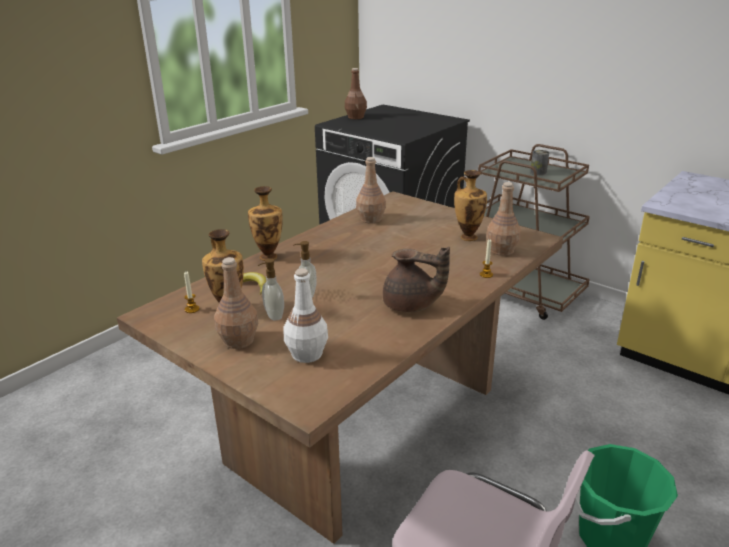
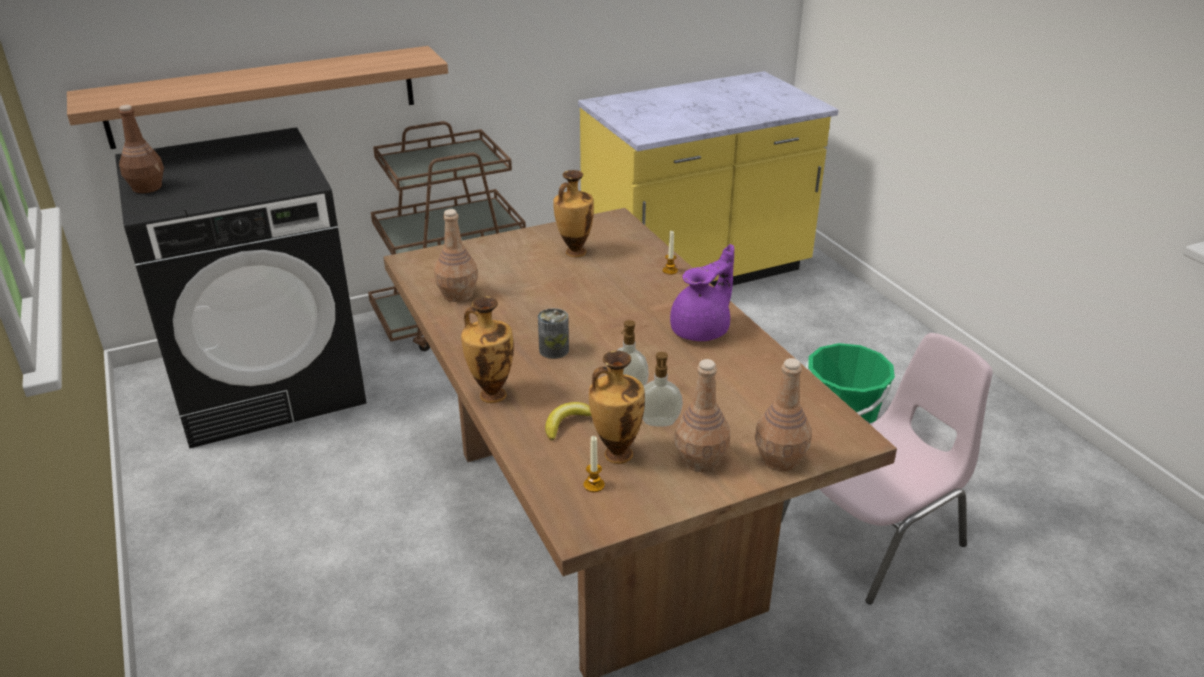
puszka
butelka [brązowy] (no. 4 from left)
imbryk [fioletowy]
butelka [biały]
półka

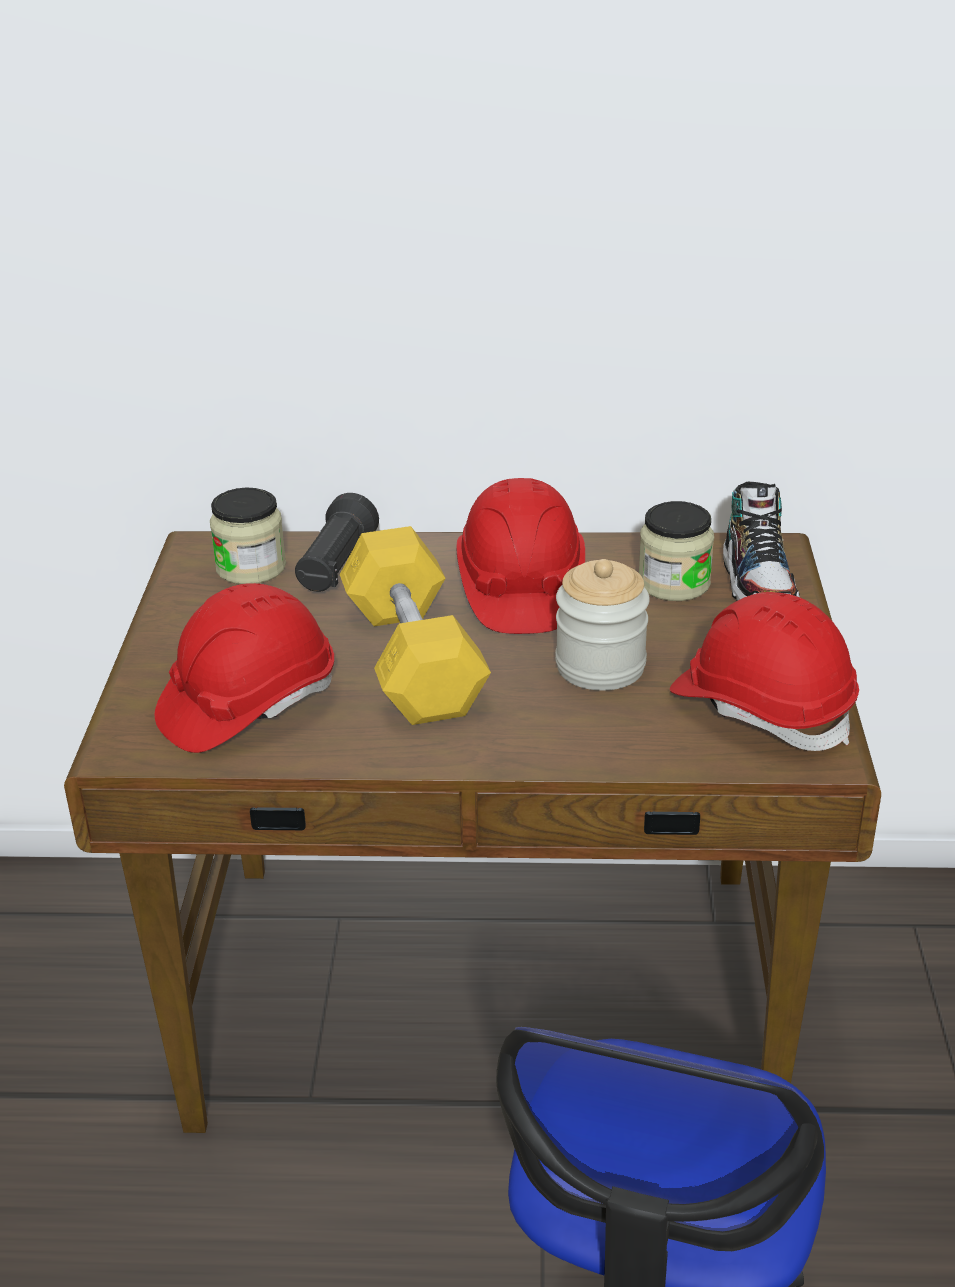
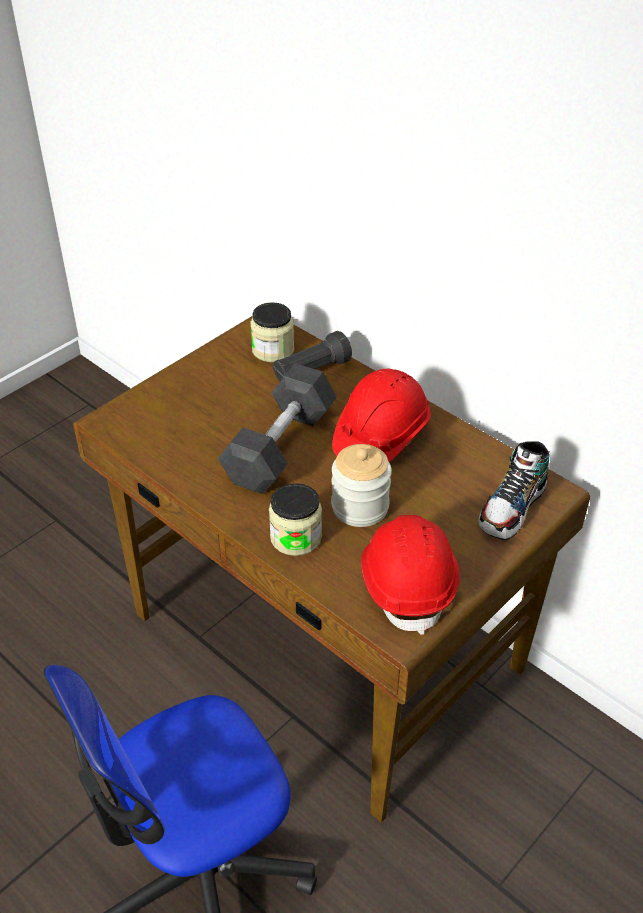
słoik (no. 2 from left)
hantel [szary]
kask [czerwony] (no. 1 from left in the first image)

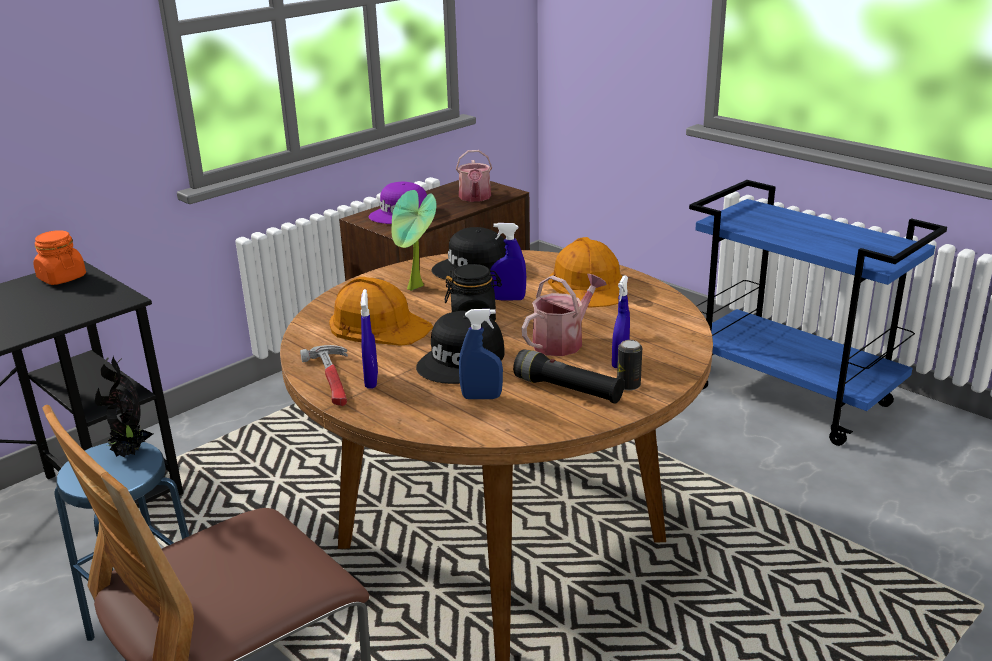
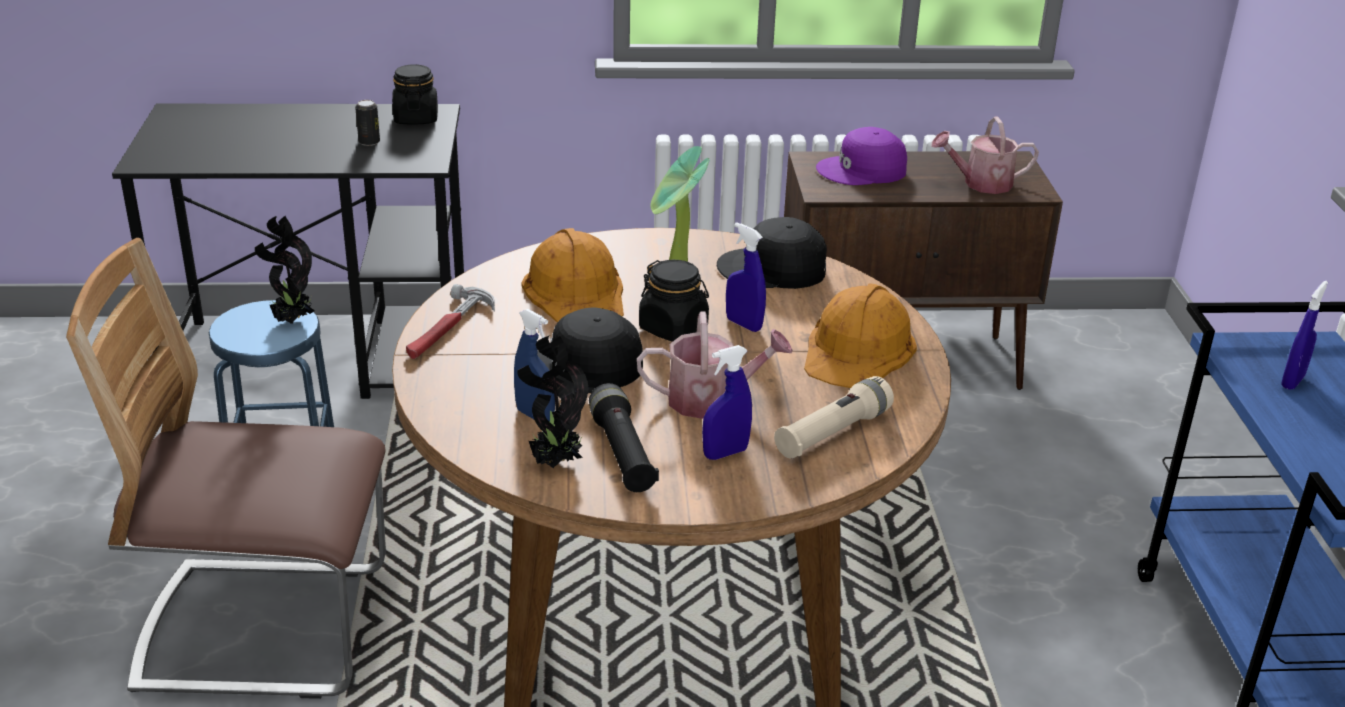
konewka (no. 2 from left)
słoik [czarny] (no. 1 from left)
spryskiwacz [niebieski] (no. 4 from left)
puszka
roślina doniczkowa (no. 2 from left)
latarka [beżowy]

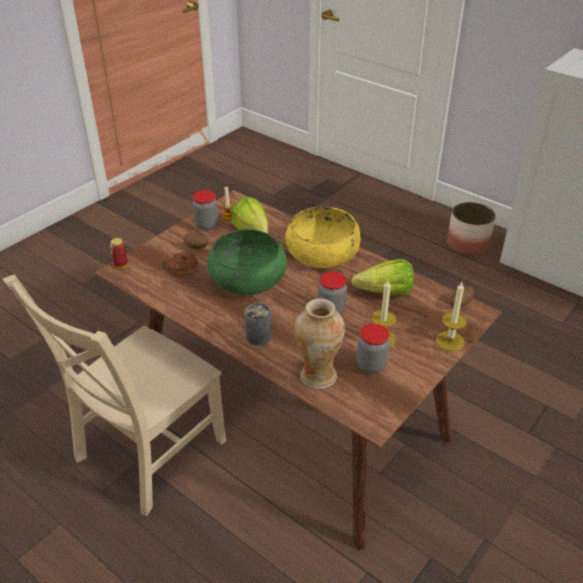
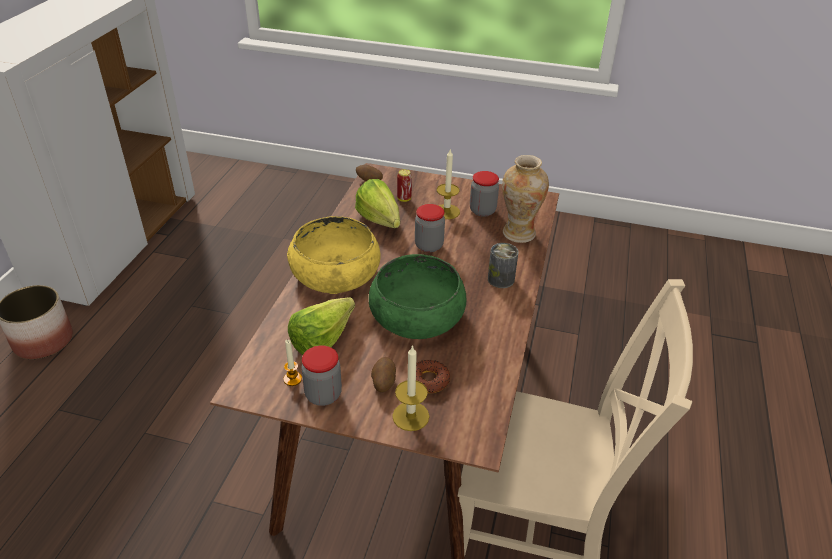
puszka (no. 1 from left)
świeca (no. 2 from left)

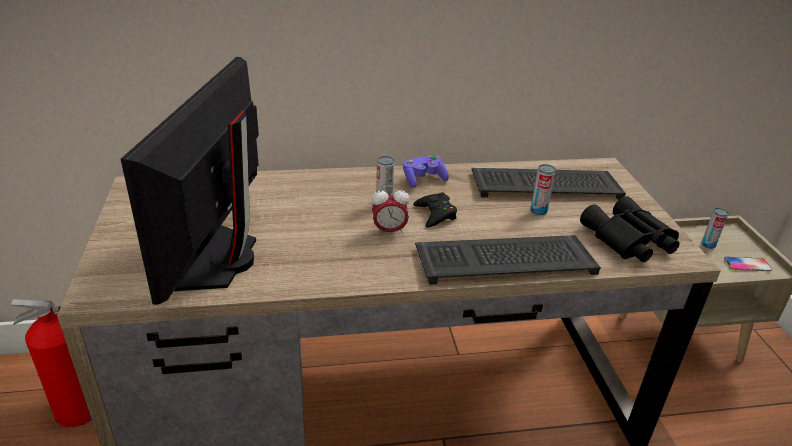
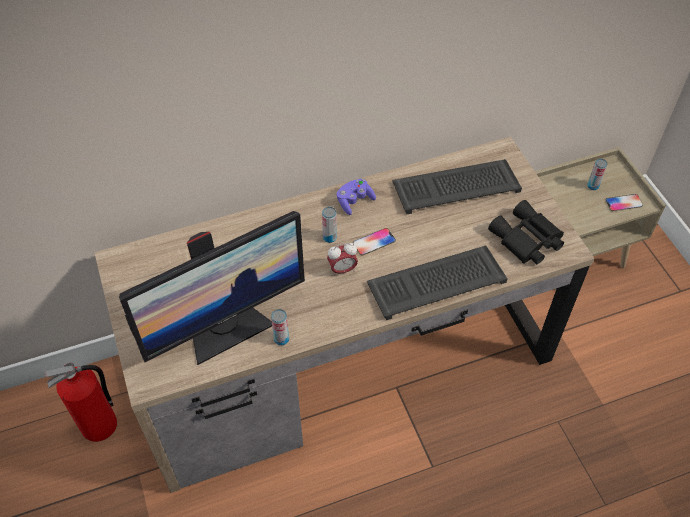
monitor
puszka (no. 1 from left)
telefon (no. 1 from left)

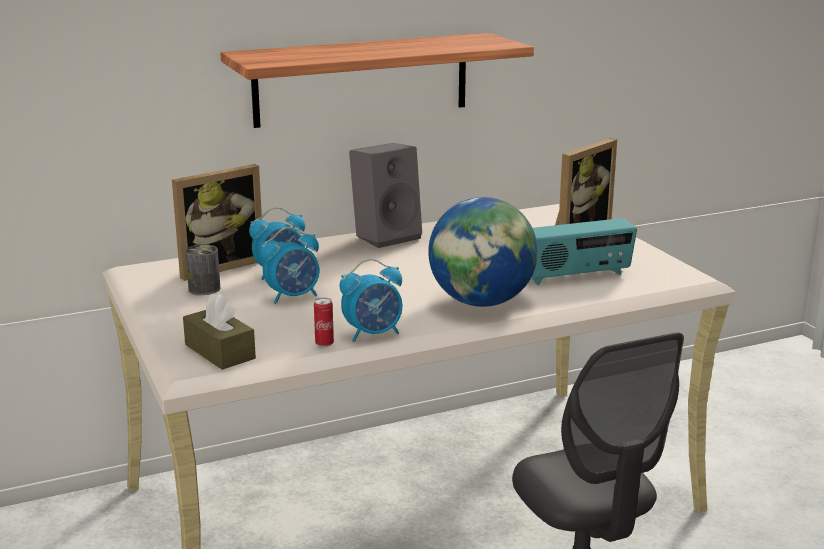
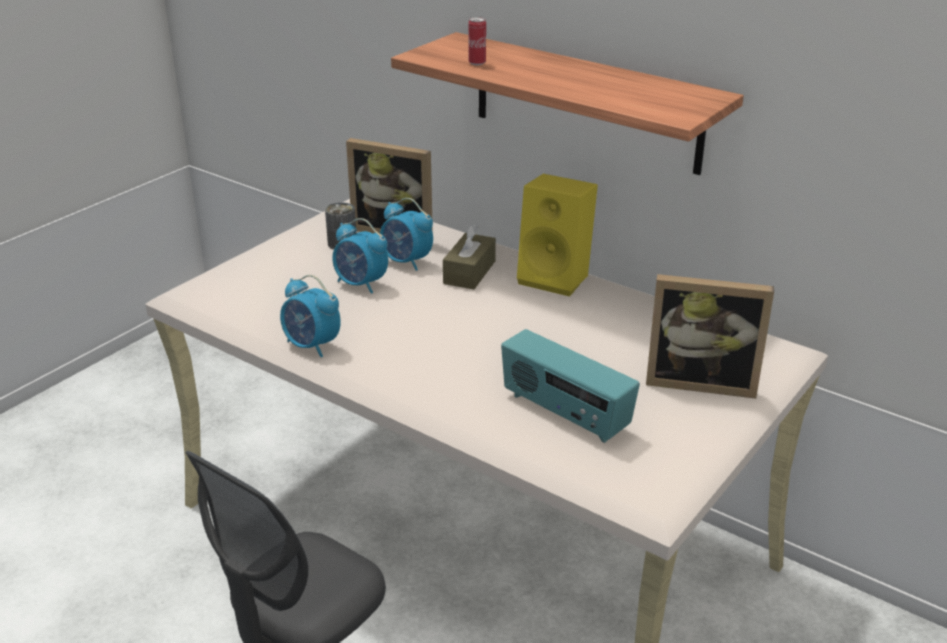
głośnik [żółty]
globus
pudełko chusteczek [brązowy]
puszka (no. 2 from left)

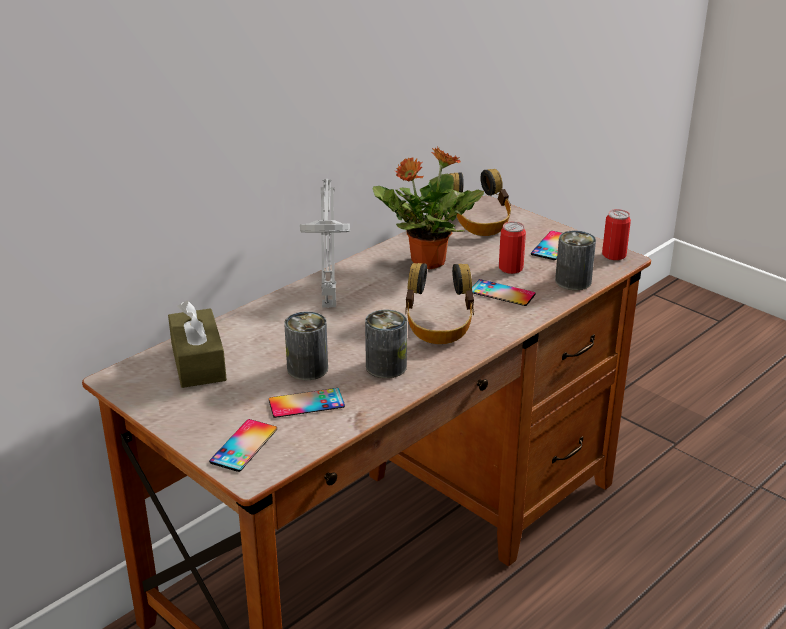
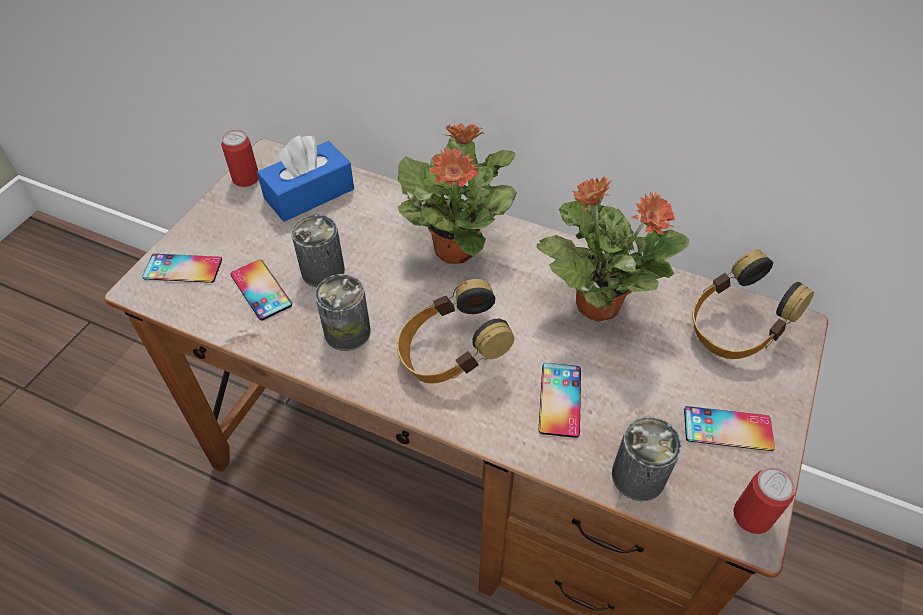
roślina doniczkowa (no. 1 from left)
puszka (no. 1 from left)
pudełko chusteczek [niebieski]

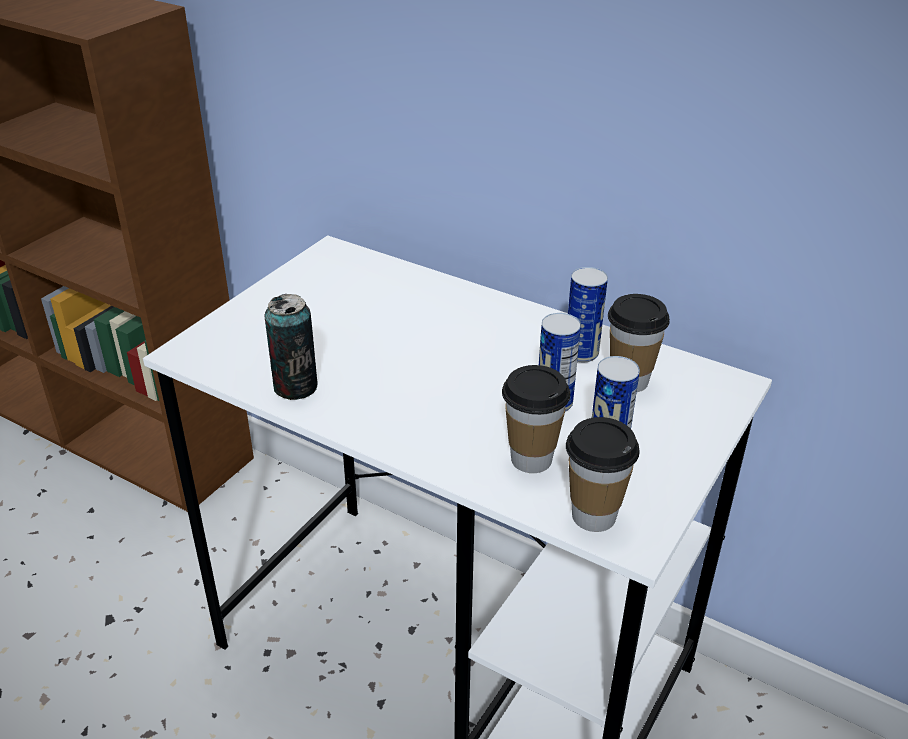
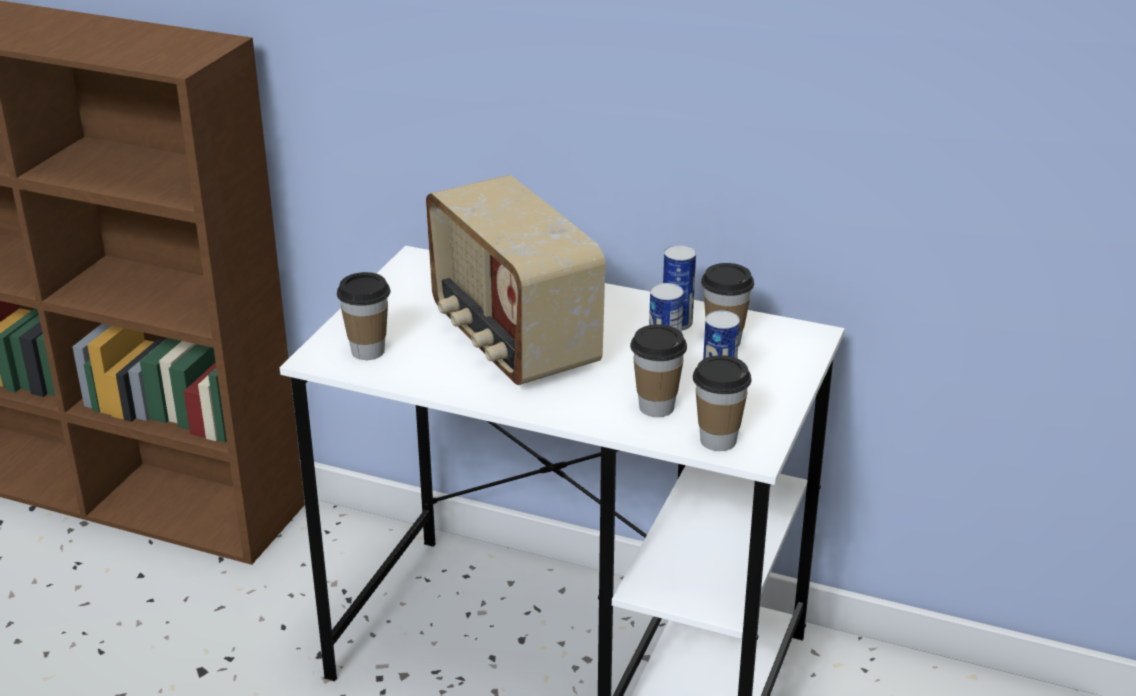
puszka (no. 1 from left in the first image)
radio
filiżanka (no. 1 from left)

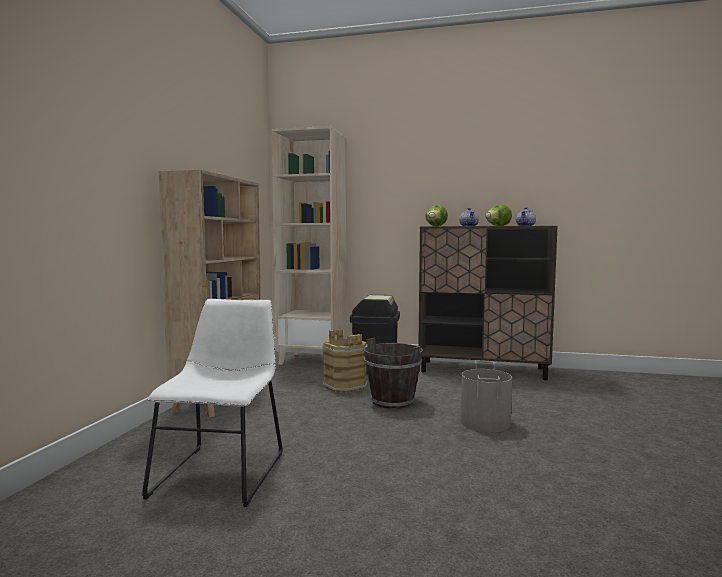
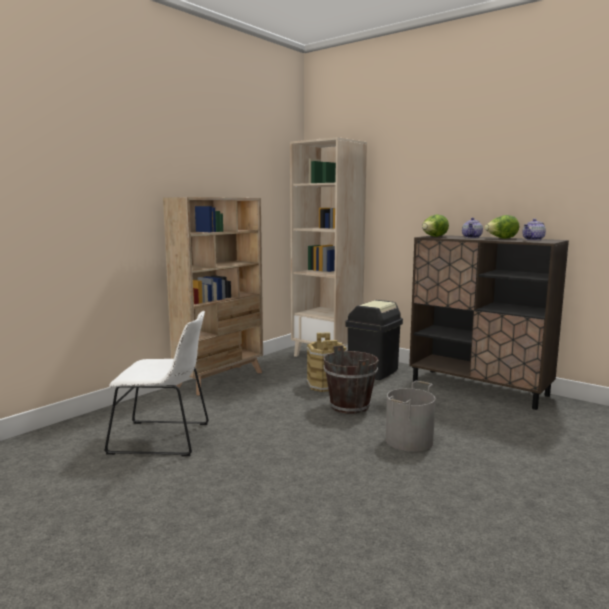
krzesło [biały]

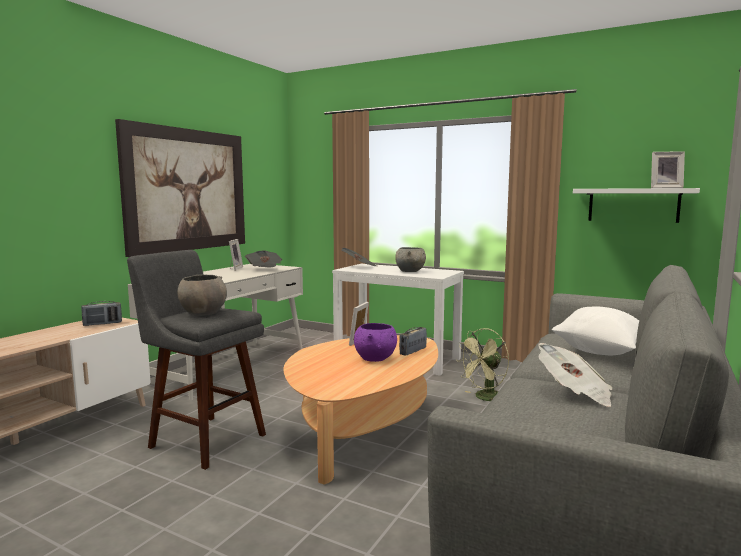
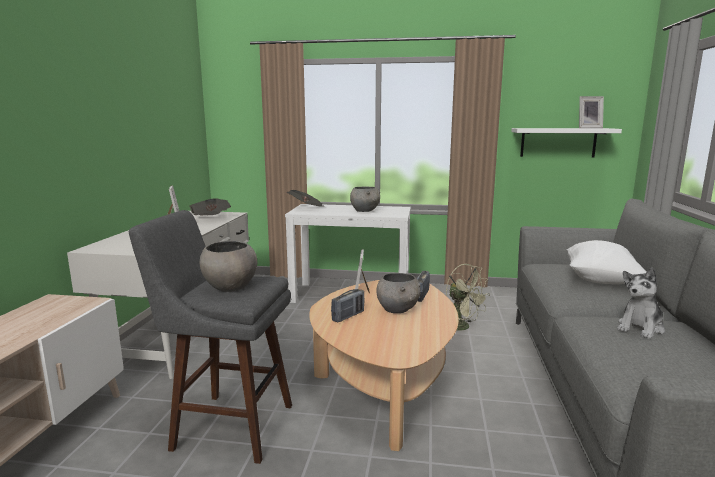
obraz
radio (no. 1 from left)
miska [szary] (no. 3 from left)
wentylator [zielony]
pluszak

